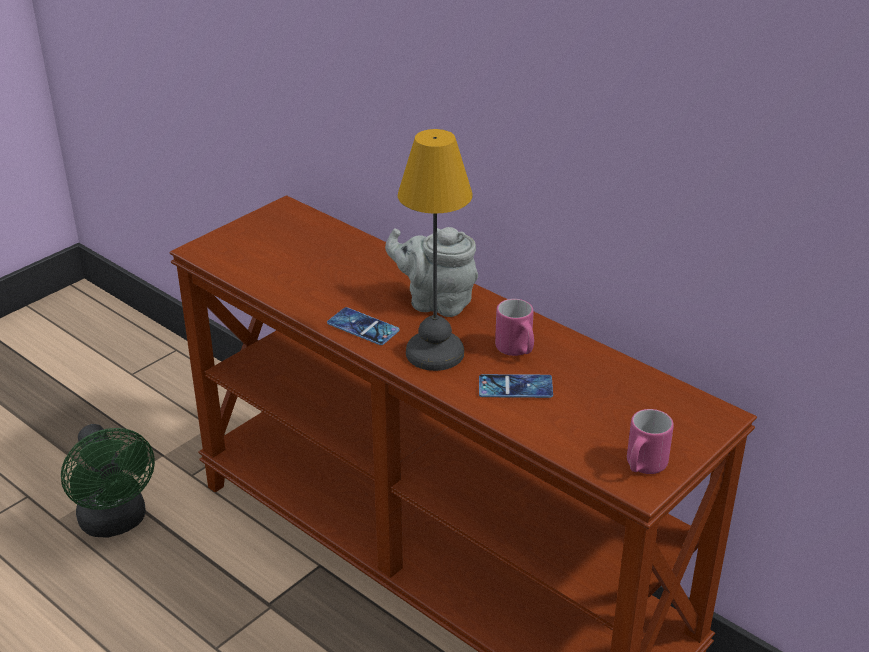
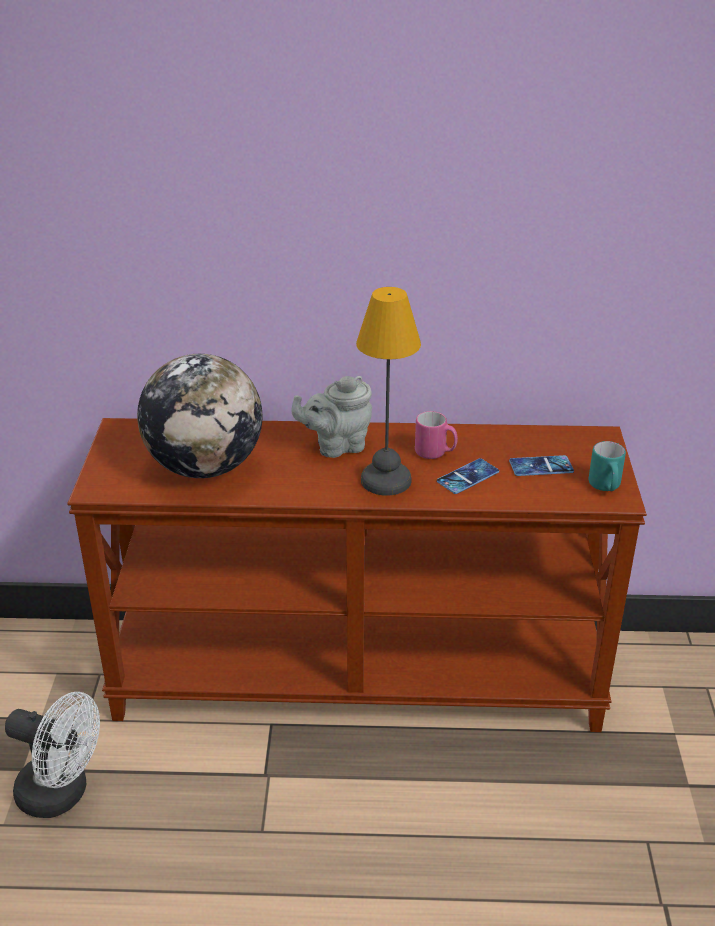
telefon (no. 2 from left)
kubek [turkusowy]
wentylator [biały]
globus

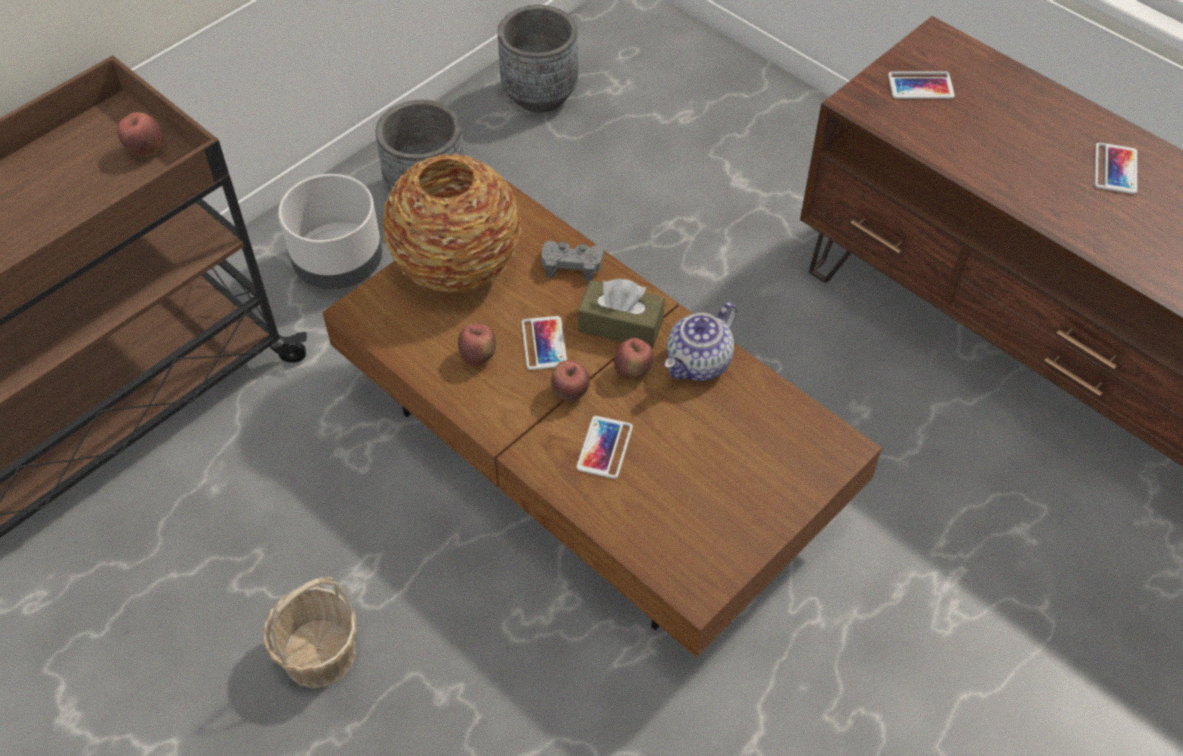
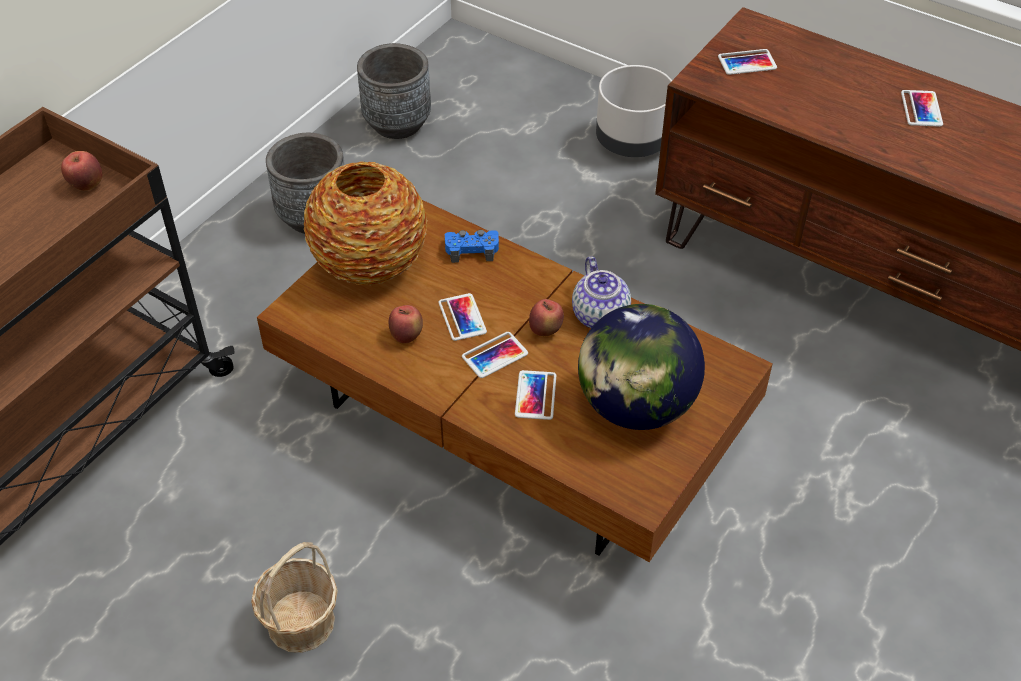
donica [szary] (no. 3 from left)
pad do gier [niebieski]
pudełko chusteczek [brązowy]
imbryk
telefon (no. 2 from left)
globus

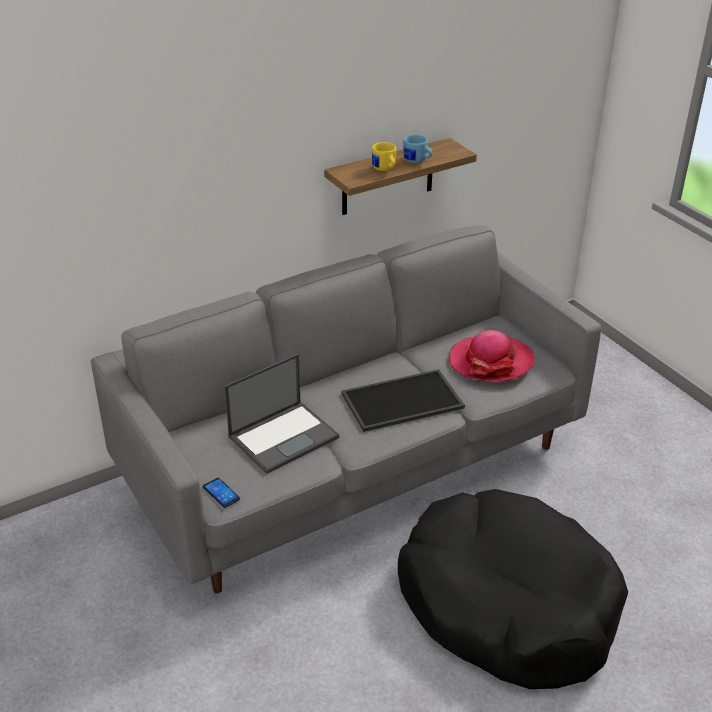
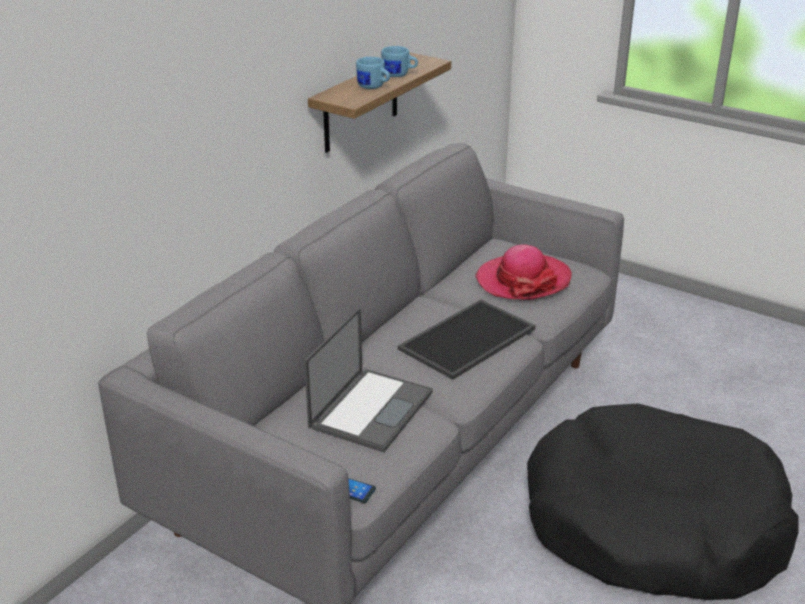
kubek [niebieski] (no. 1 from left)

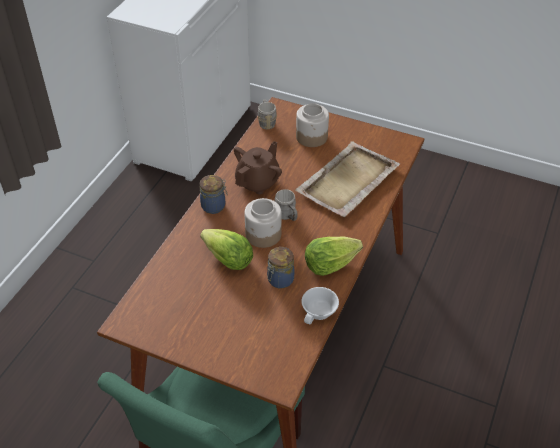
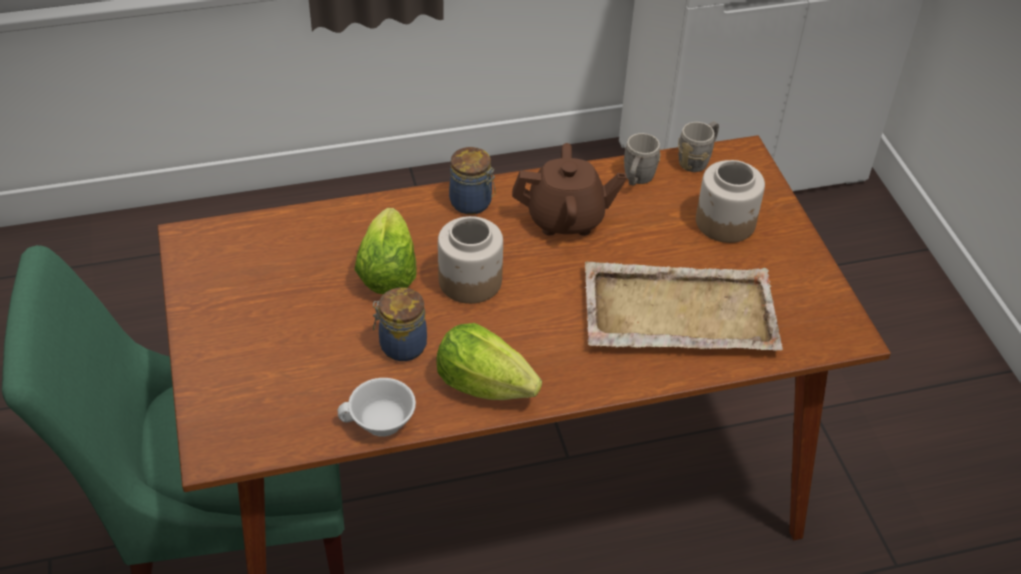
kubek [szary] (no. 1 from left)

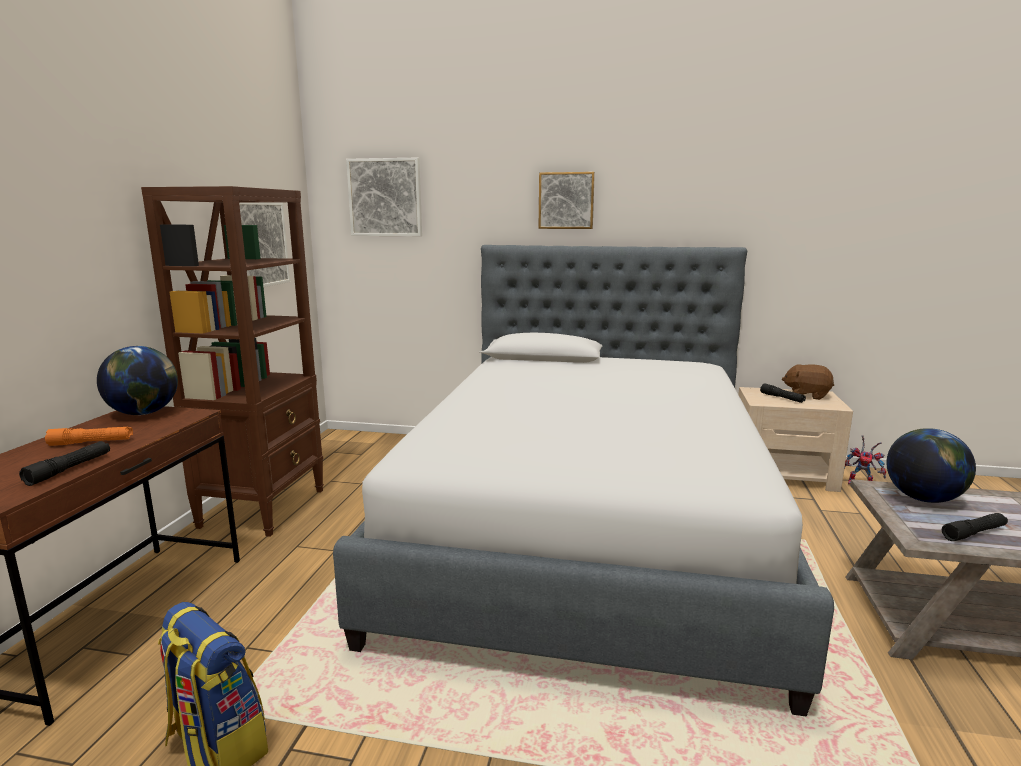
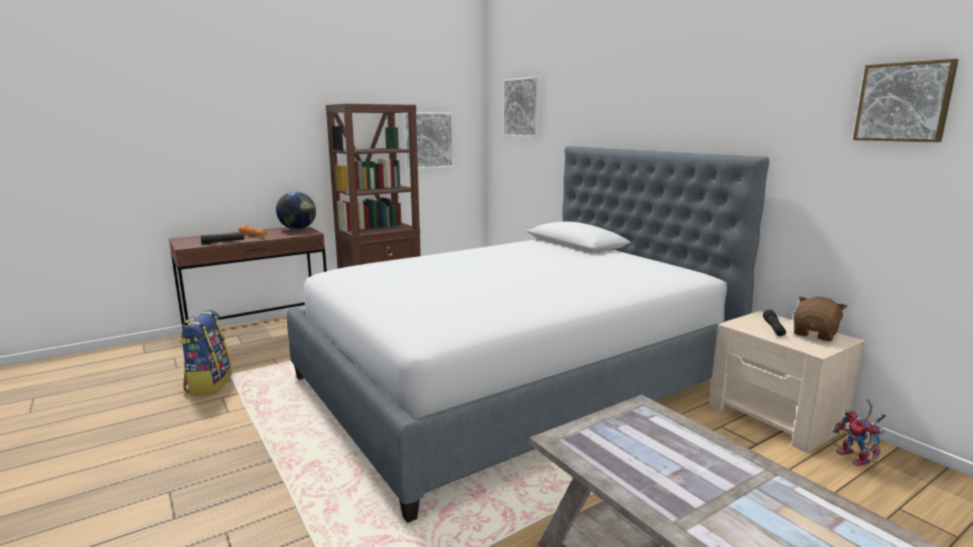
obraz (no. 3 from left)
pluszak [brązowy]
globus (no. 2 from left in the first image)
latarka [czarny] (no. 3 from left in the first image)

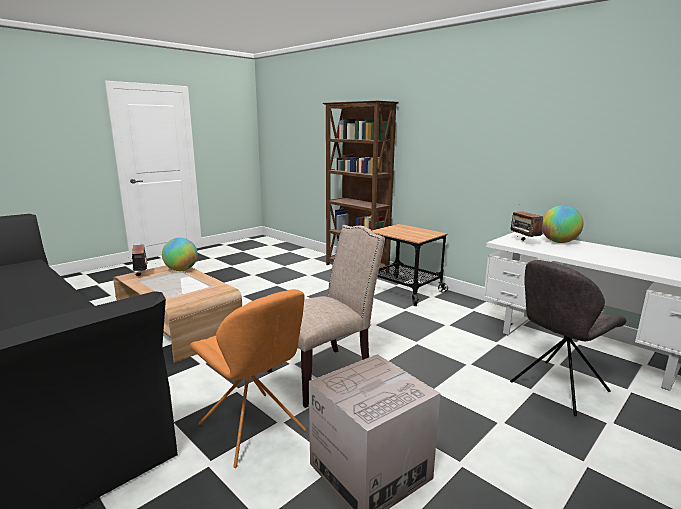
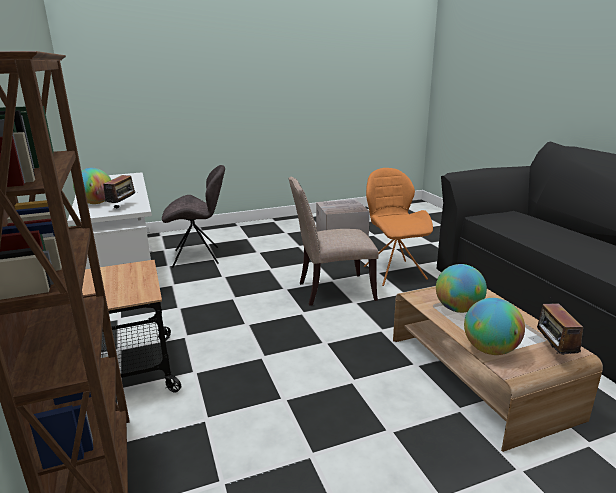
globus (no. 2 from left)

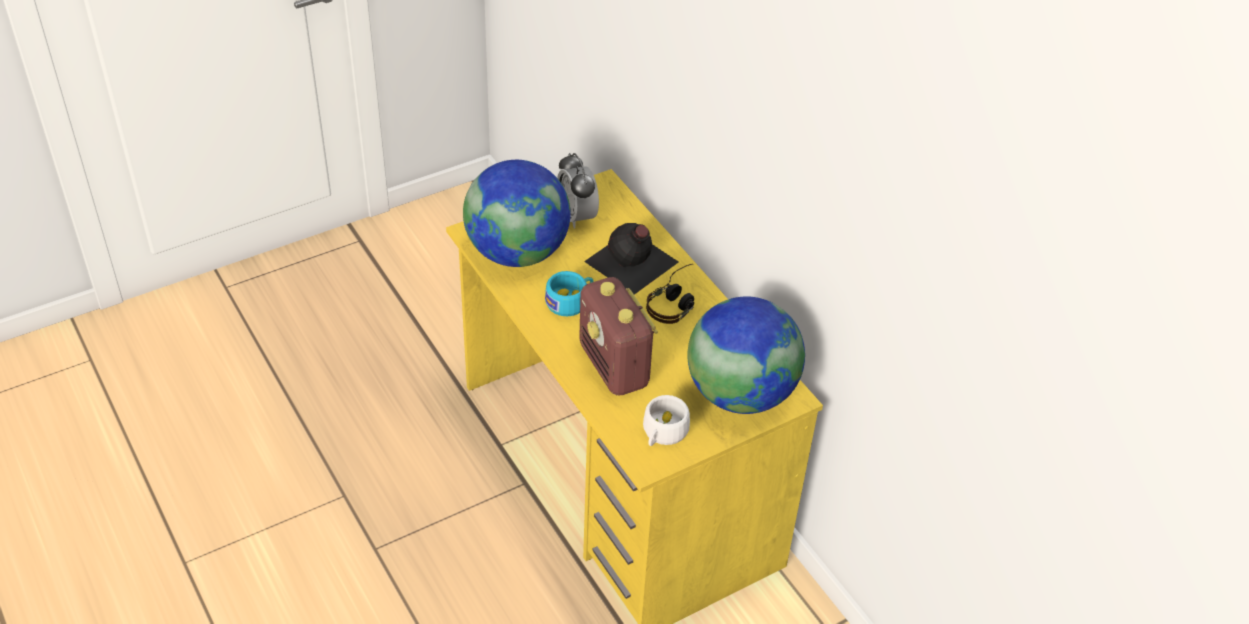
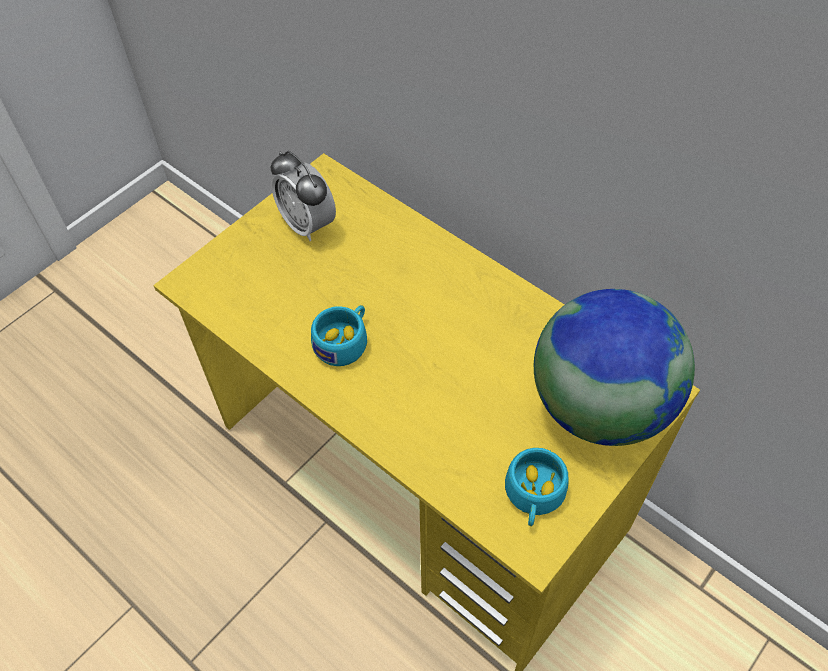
globus (no. 1 from left in the first image)
butelka [czarny]
słuchawki
radio
filiżanka [turkusowy] (no. 2 from left)

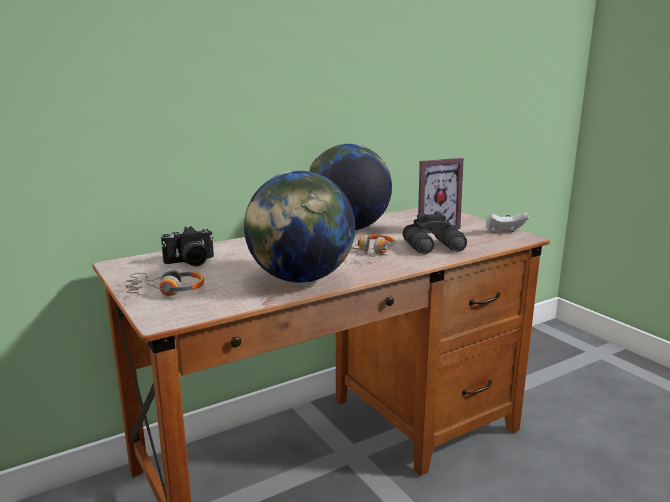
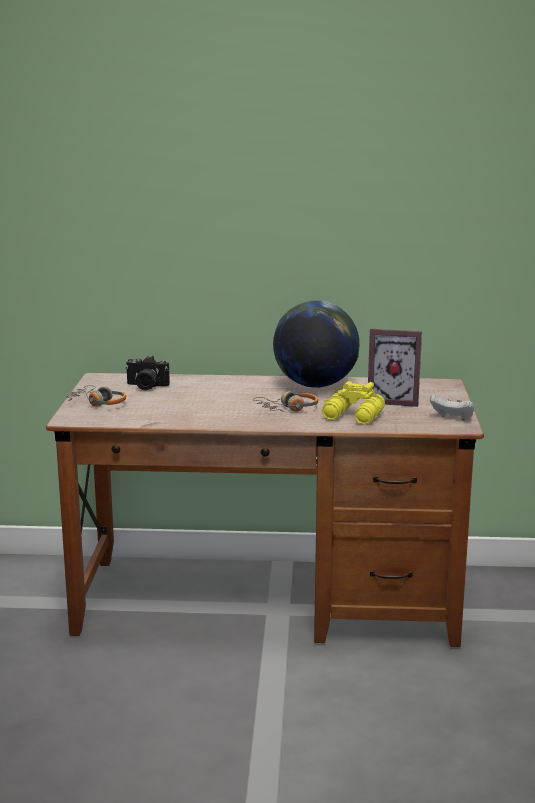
globus (no. 1 from left in the first image)
lornetka [żółty]

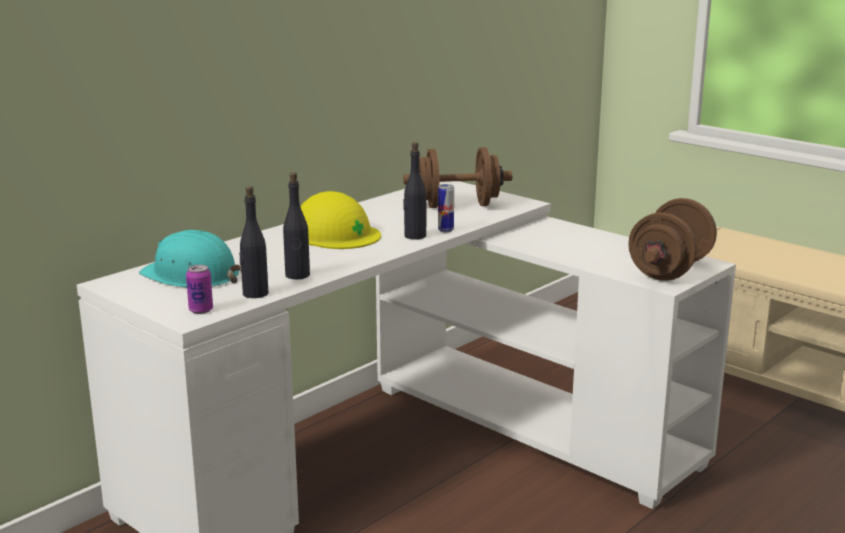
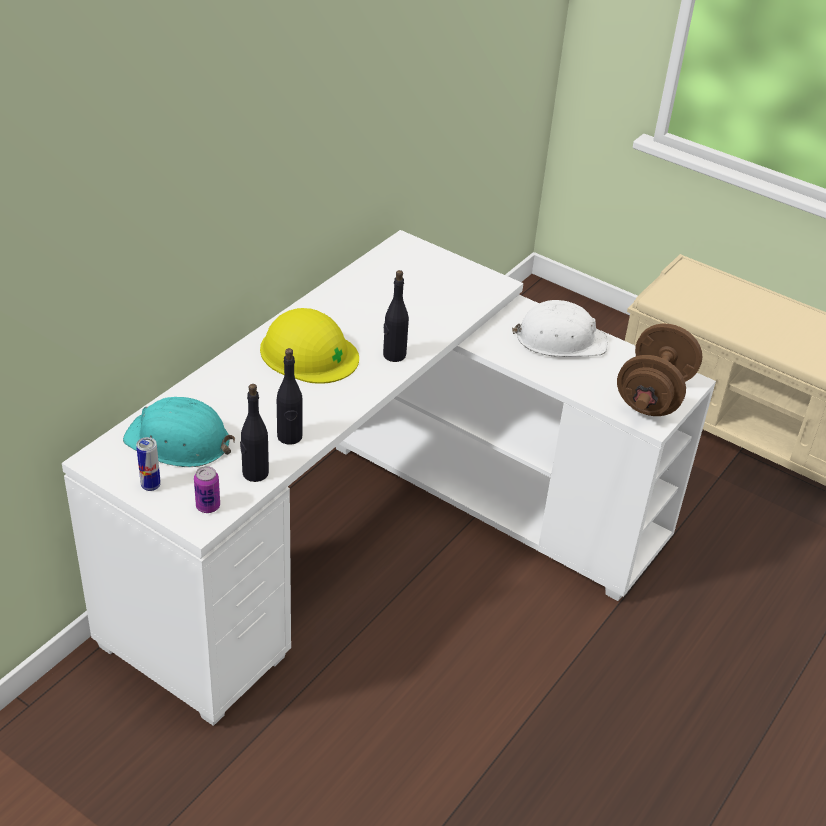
hantel [brązowy] (no. 1 from left in the first image)
puszka (no. 1 from left)
kask [biały]

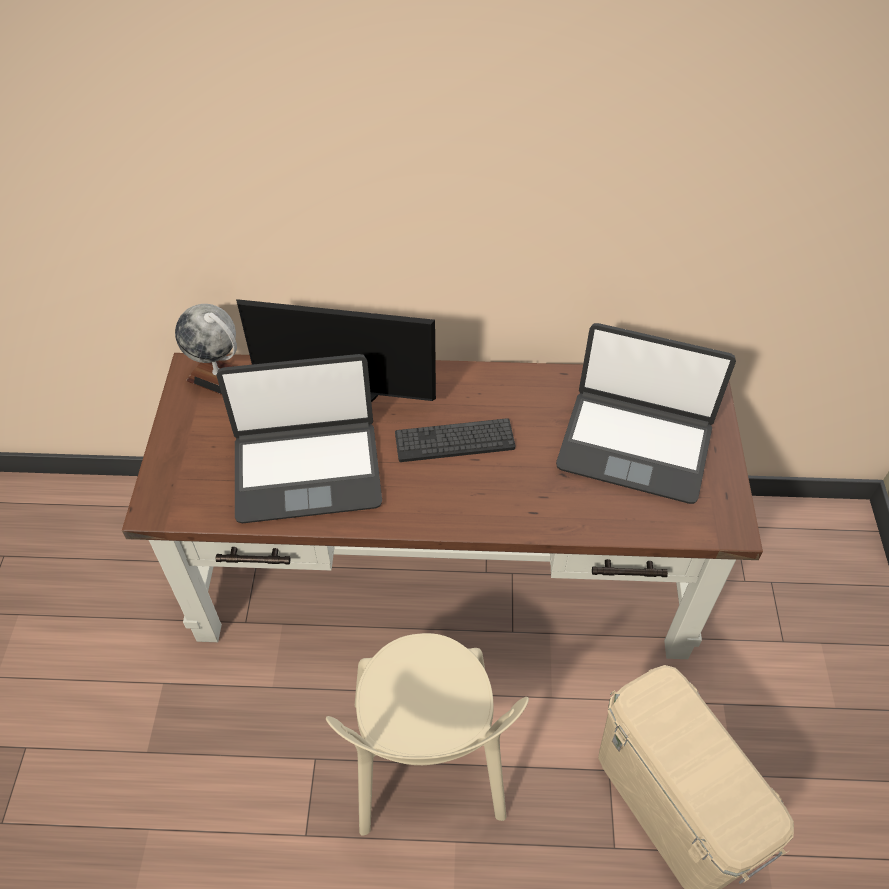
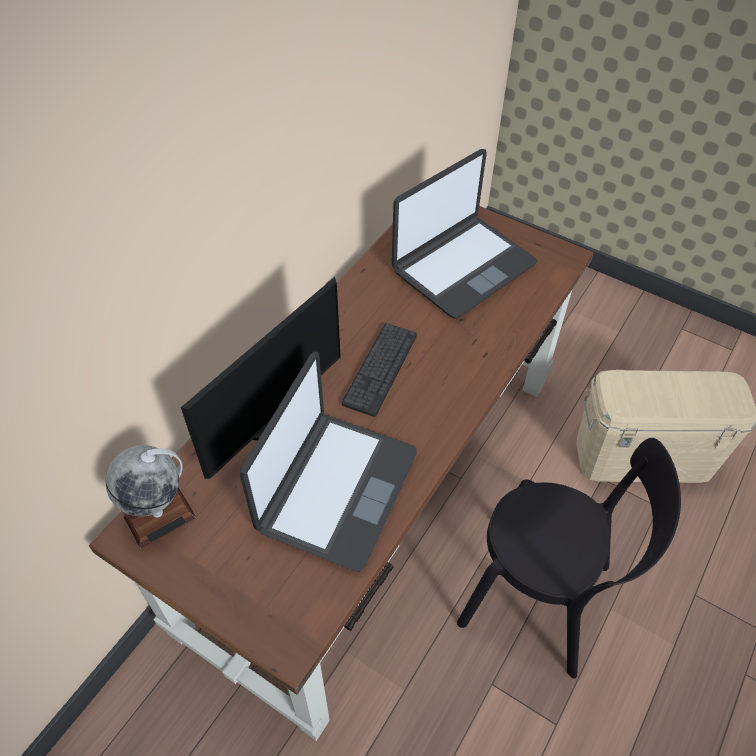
krzesło [czarny]

